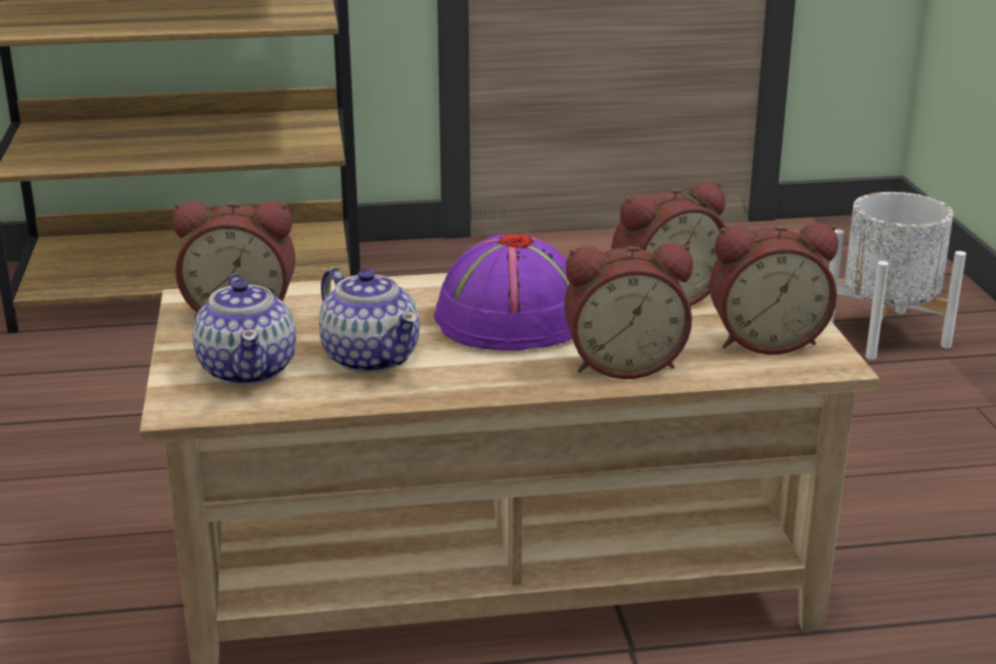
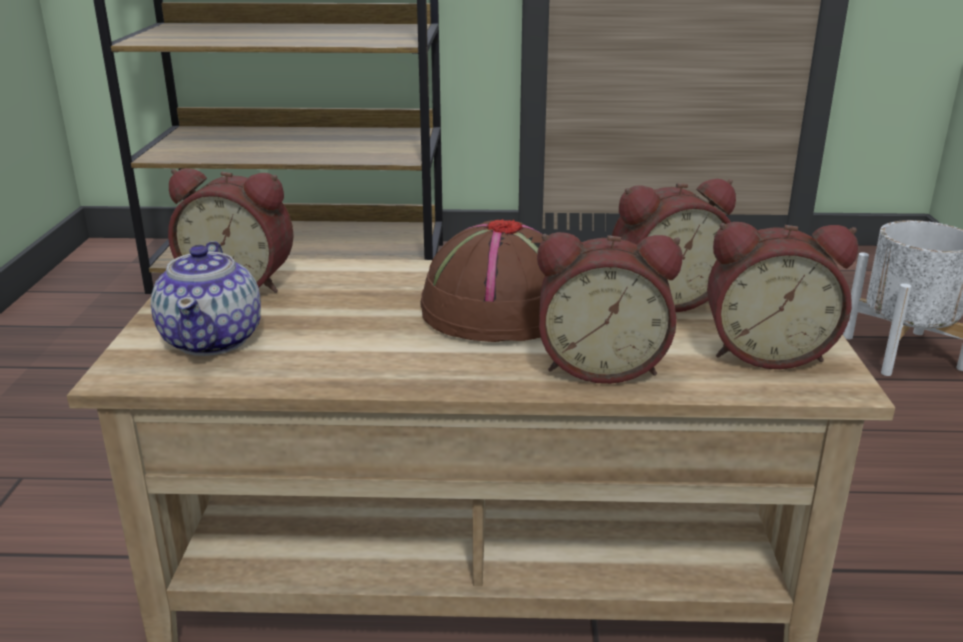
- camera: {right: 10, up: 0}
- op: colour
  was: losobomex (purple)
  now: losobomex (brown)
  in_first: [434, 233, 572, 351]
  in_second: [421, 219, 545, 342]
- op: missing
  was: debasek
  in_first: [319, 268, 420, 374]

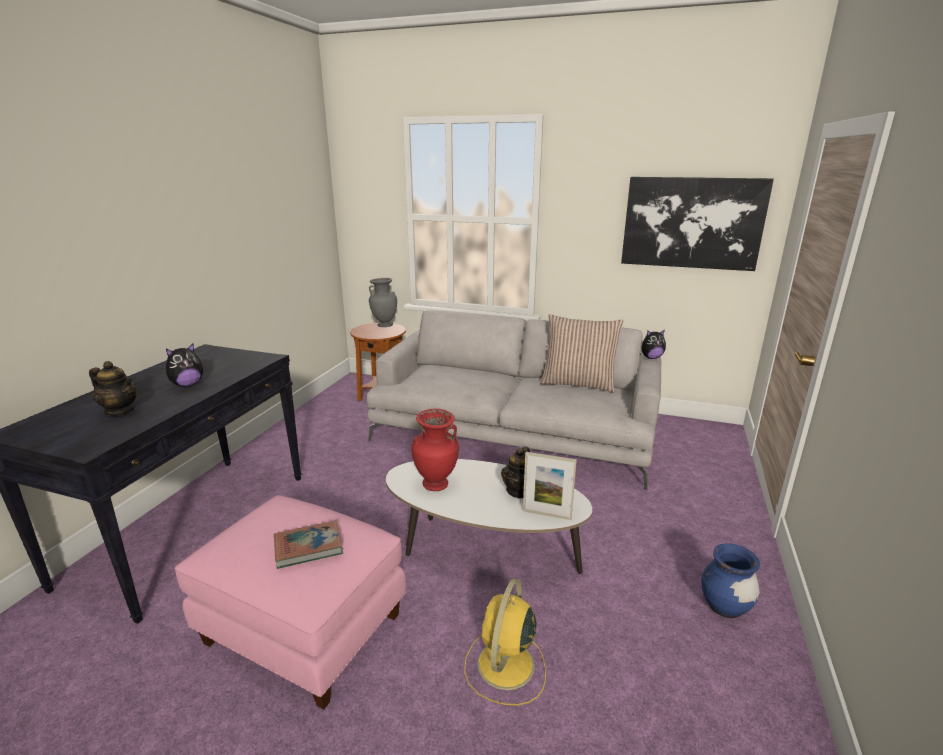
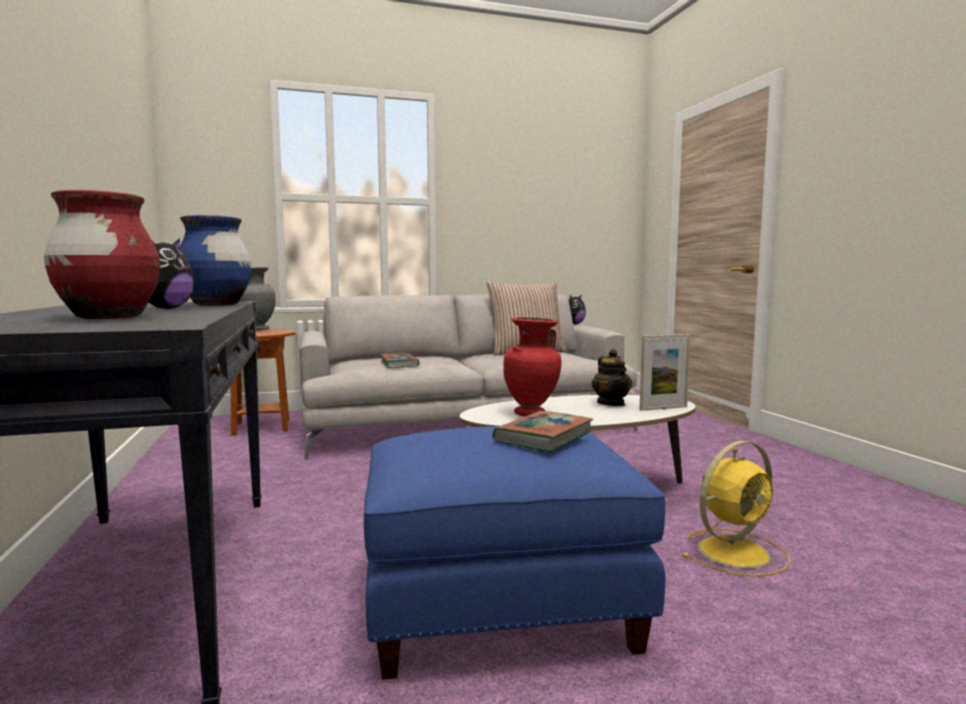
- camera: {right: -35, up: -15}
- op: missing
  was: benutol
  in_first: [621, 177, 774, 271]
- op: exchanged
  was: debasek
  now: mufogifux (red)
  in_first: [89, 361, 137, 416]
  in_second: [44, 190, 160, 319]
- op: colour
  was: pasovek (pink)
  now: pasovek (blue)
  in_first: [174, 495, 406, 709]
  in_second: [364, 426, 665, 680]
- op: relocated
  was: mufogifux (blue)
  in_first: [702, 543, 760, 618]
  in_second: [179, 215, 251, 306]
- op: spun
  was: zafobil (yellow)
  in_first: [464, 578, 546, 706]
  in_second: [682, 441, 791, 577]
  clockwise: -105
- op: appeared
  now: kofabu
  in_second: [380, 353, 420, 368]

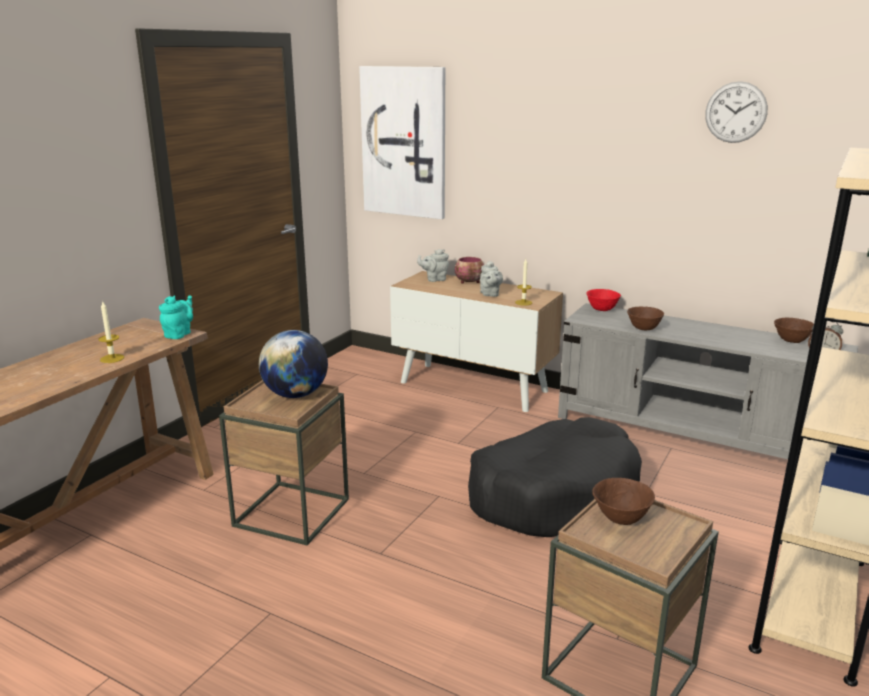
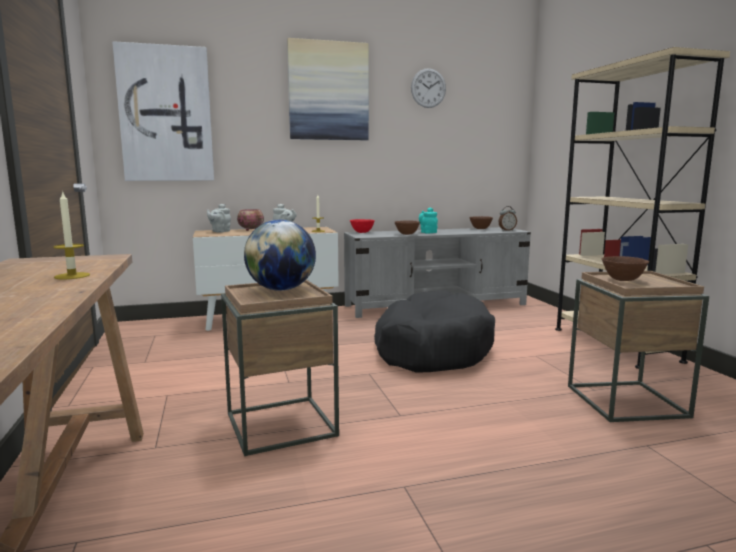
- camera: {right: -45, up: -10}
- op: relocated
  was: debasek (turquoise)
  in_first: [159, 295, 193, 339]
  in_second: [419, 208, 438, 234]
- op: appeared
  now: benutol
  in_second: [287, 38, 369, 140]

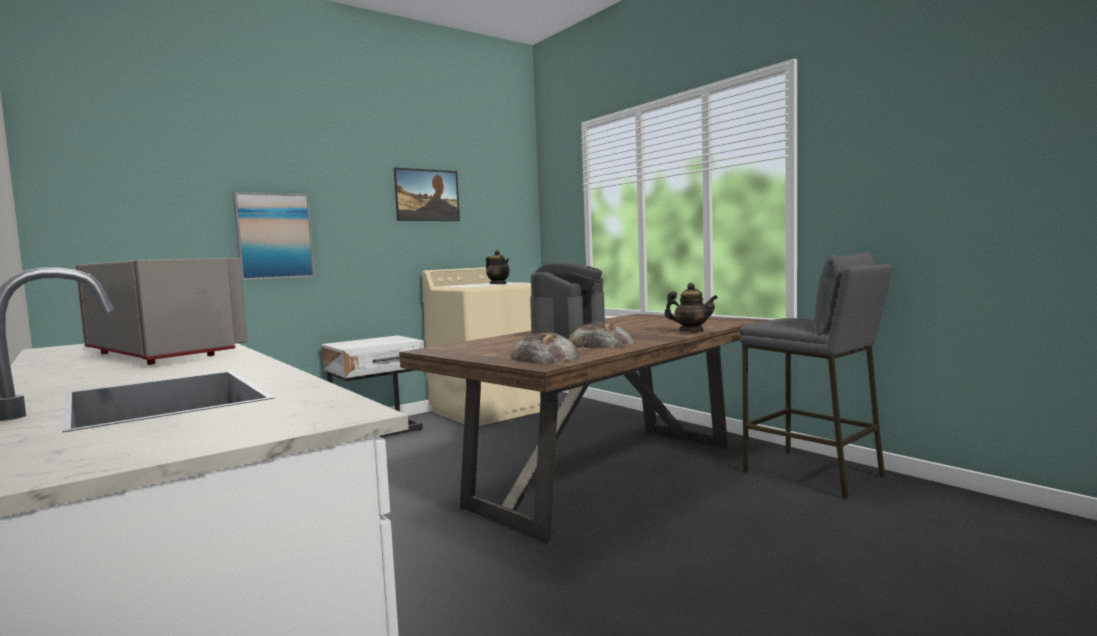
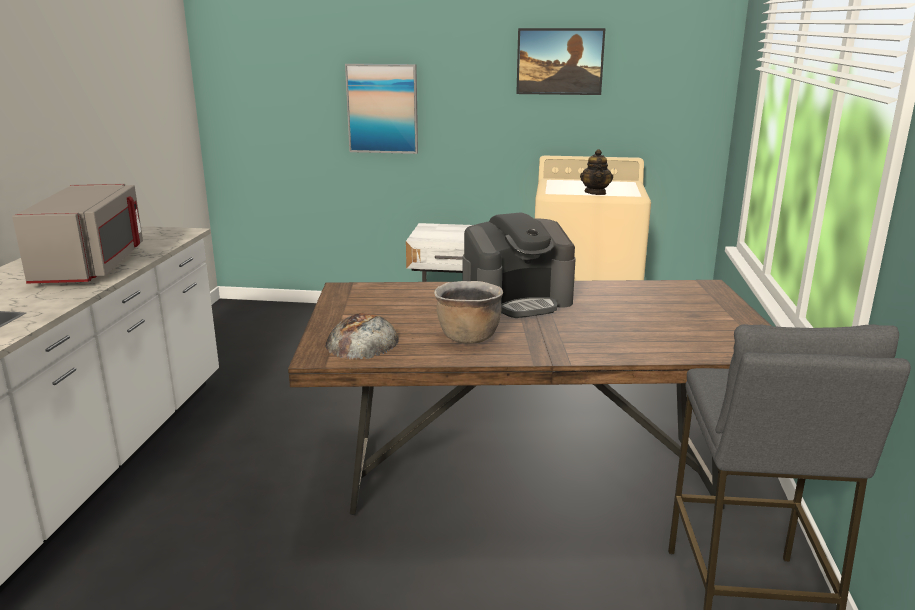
- camera: {right: 45, up: 15}
- op: missing
  was: debasek
  in_first: [664, 283, 718, 332]
- op: exchanged
  was: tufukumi
  now: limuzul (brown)
  in_first: [568, 322, 635, 348]
  in_second: [434, 281, 503, 344]

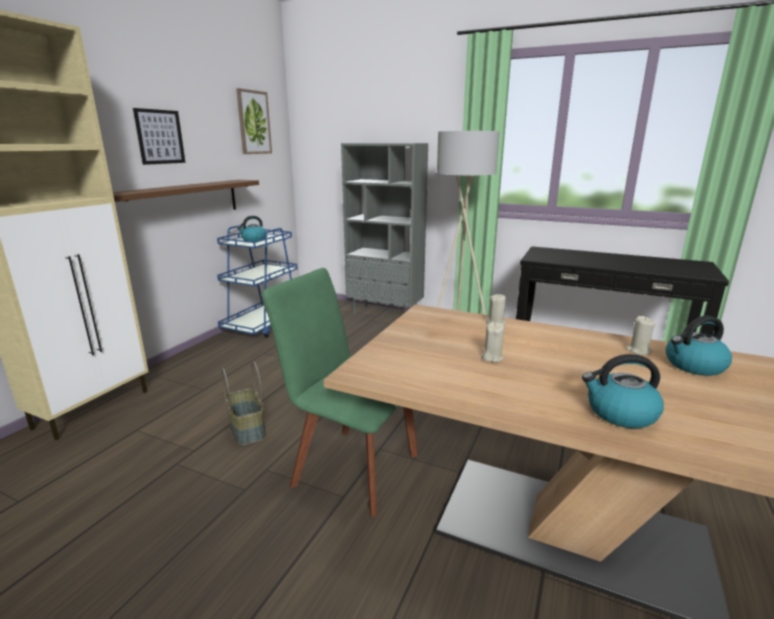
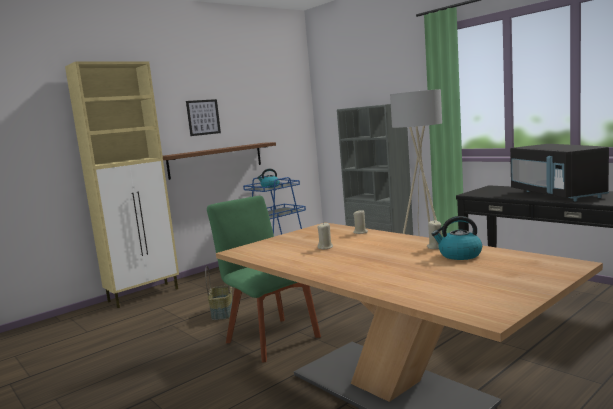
- camera: {right: 25, up: -10}
- op: missing
  was: benutol
  in_first: [236, 88, 272, 154]
- op: missing
  was: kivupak
  in_first: [582, 354, 664, 428]
- op: appeared
  now: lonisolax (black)
  in_second: [510, 144, 609, 202]

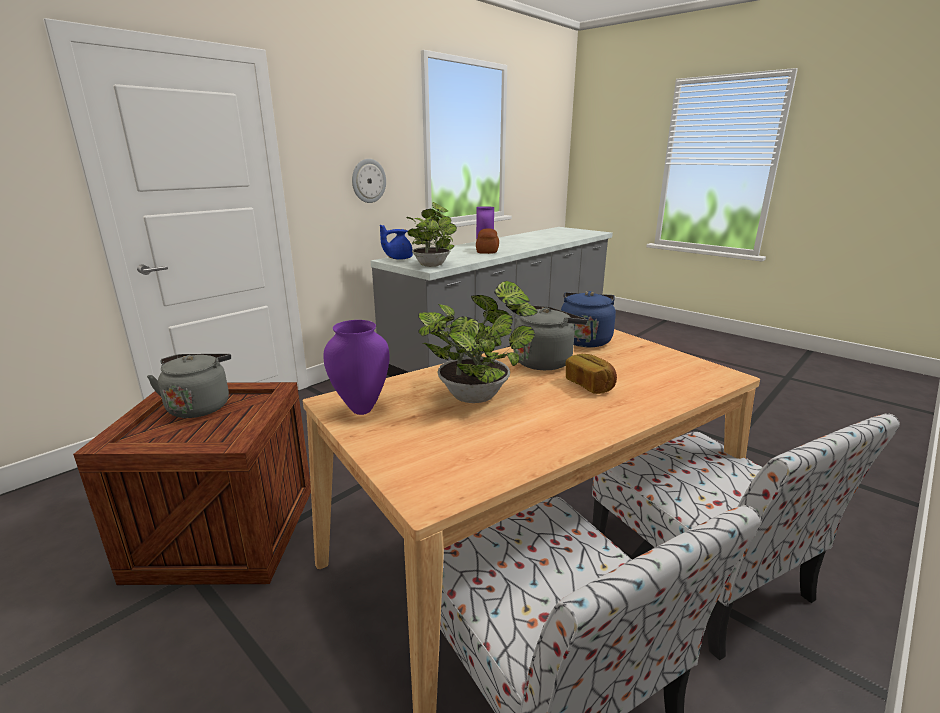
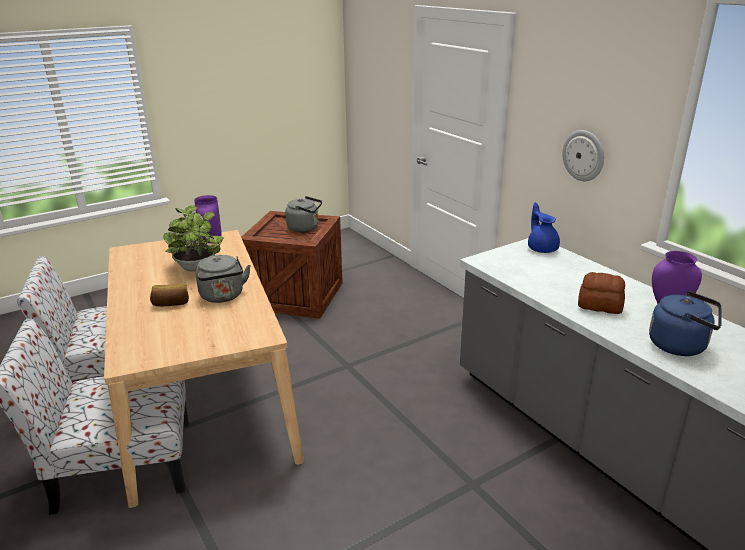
- camera: {right: 105, up: 5}
- op: missing
  was: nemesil
  in_first: [406, 202, 457, 267]
- op: relocated
  was: kivupak (blue)
  in_first: [561, 291, 616, 347]
  in_second: [649, 291, 722, 356]

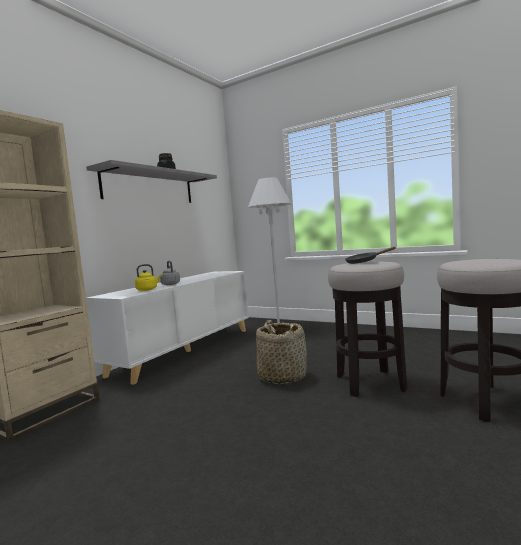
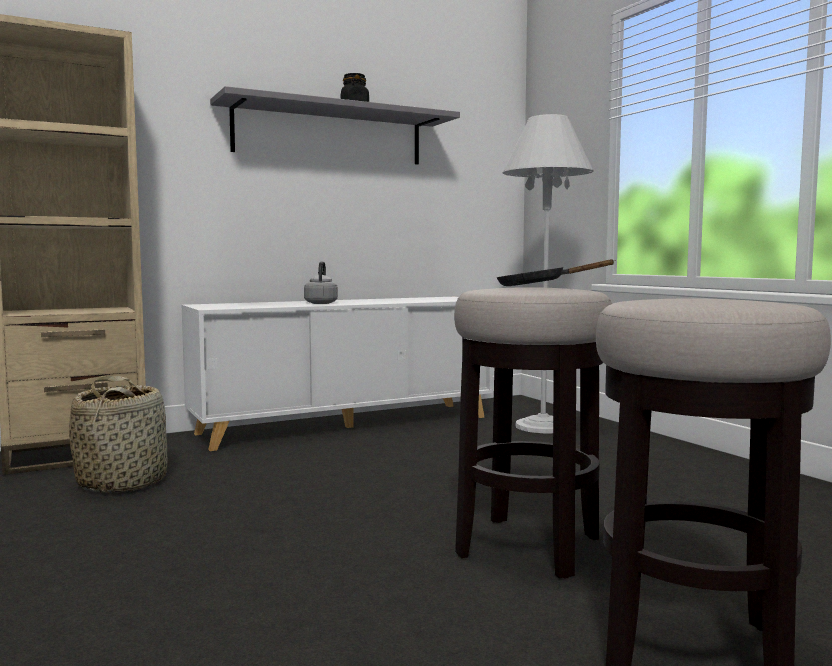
- camera: {right: 30, up: 0}
- op: missing
  was: kivupak (yellow)
  in_first: [135, 264, 162, 291]
- op: relocated
  was: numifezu
  in_first: [256, 320, 307, 384]
  in_second: [69, 376, 167, 493]

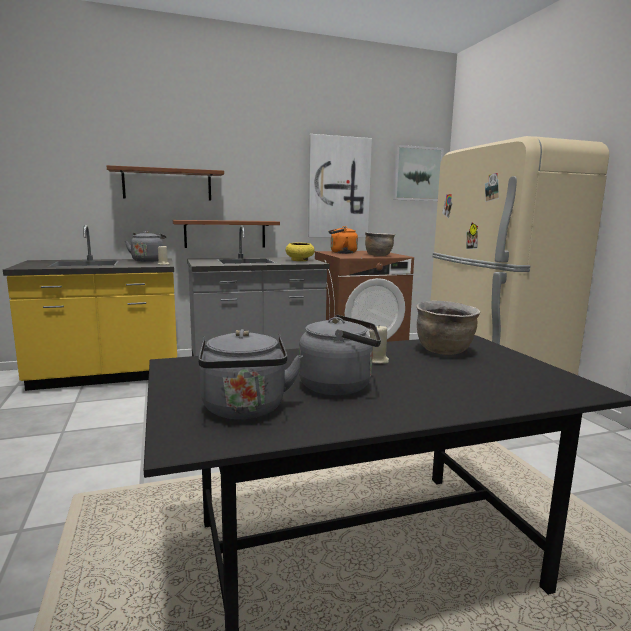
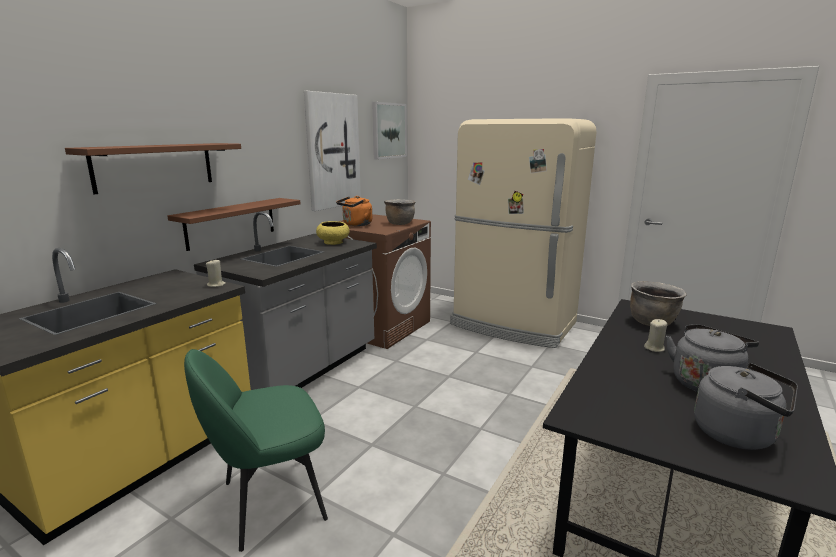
- camera: {right: -40, up: 5}
- op: missing
  was: kivupak (grey)
  in_first: [125, 231, 166, 262]
- op: appeared
  now: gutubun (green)
  in_second: [184, 349, 328, 552]

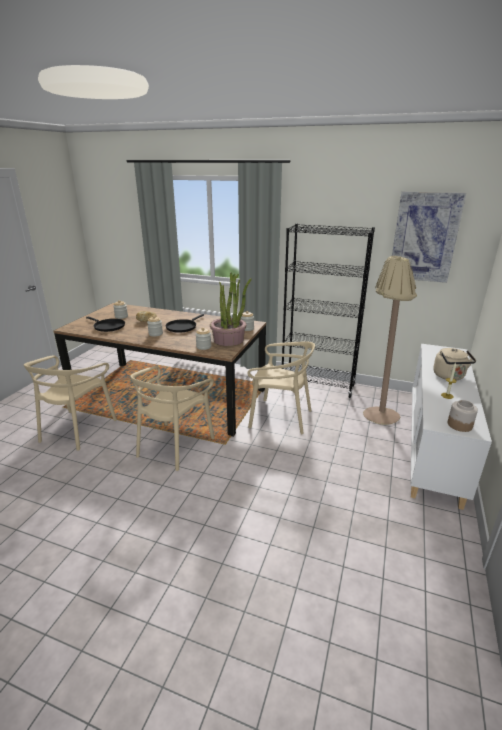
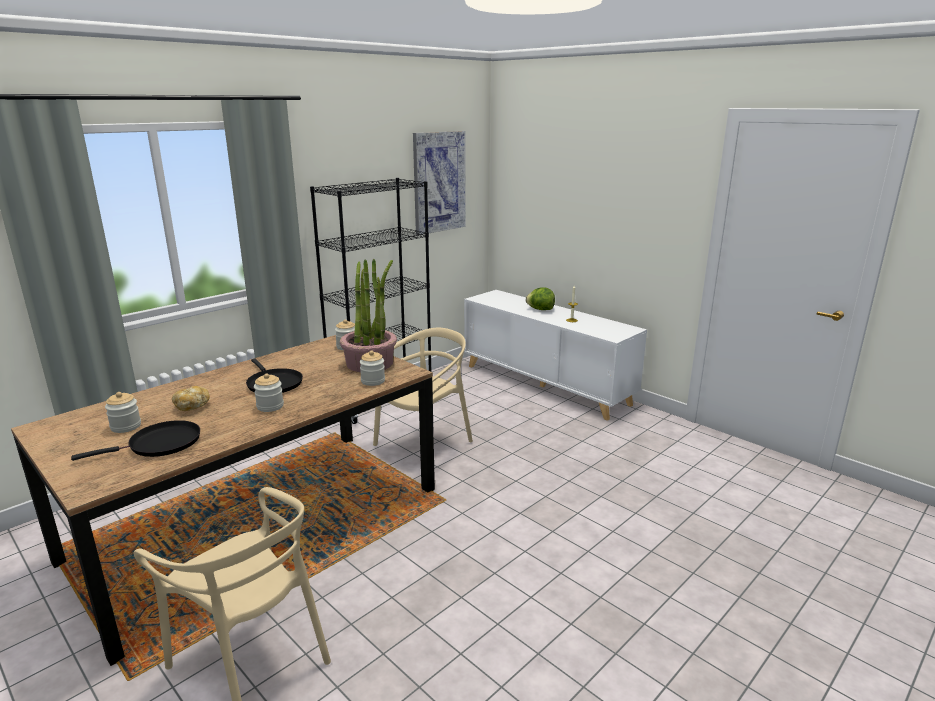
- camera: {right: -65, up: -5}
- op: missing
  was: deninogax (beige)
  in_first: [363, 256, 417, 425]
- op: exchanged
  was: kivupak (beige)
  now: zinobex
  in_first: [433, 348, 476, 380]
  in_second: [526, 287, 555, 310]
- op: missing
  was: gutubun (beige)
  in_first: [130, 366, 214, 471]
- op: missing
  was: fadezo
  in_first: [448, 400, 478, 432]

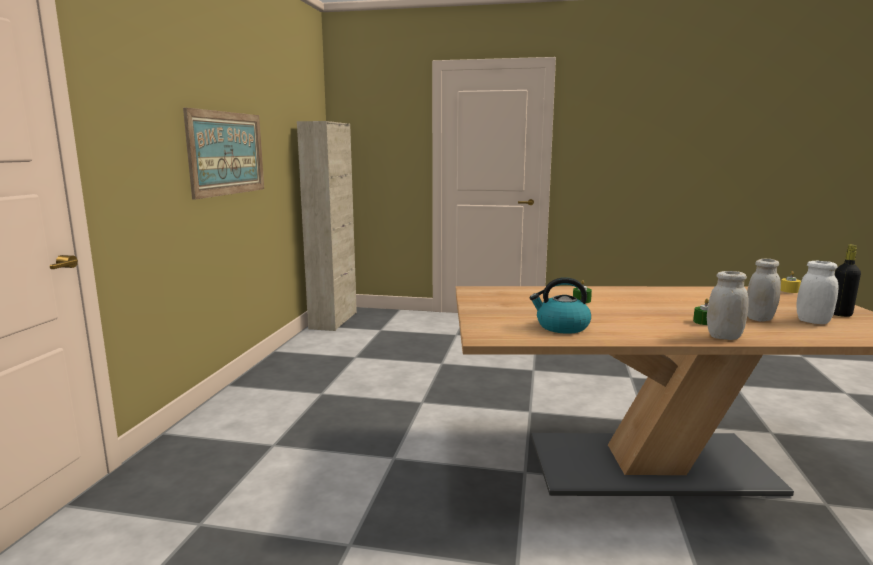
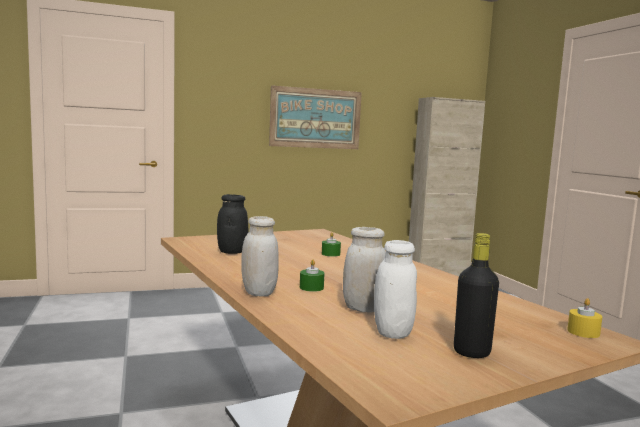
- camera: {right: 60, up: -5}
- op: exchanged
  was: kivupak
  now: fadezo (black)
  in_first: [530, 277, 591, 334]
  in_second: [217, 194, 248, 254]

